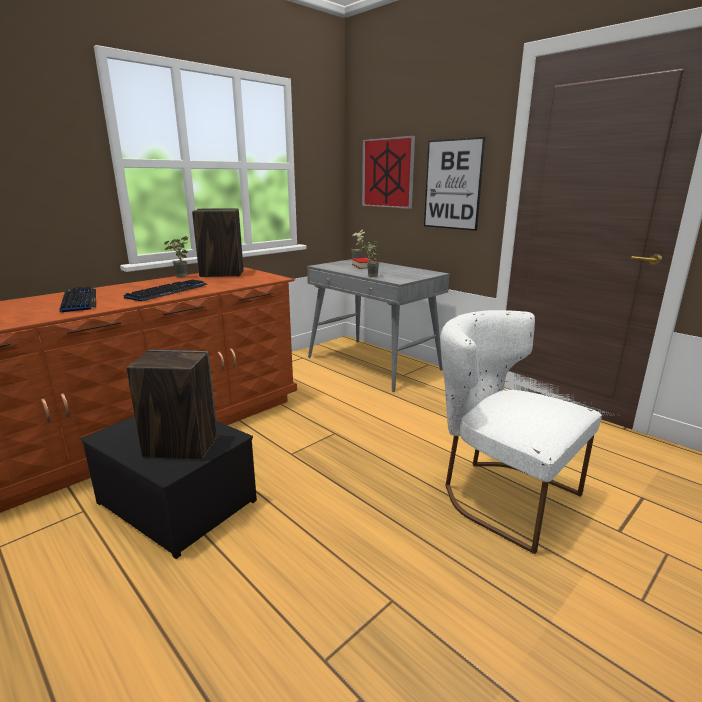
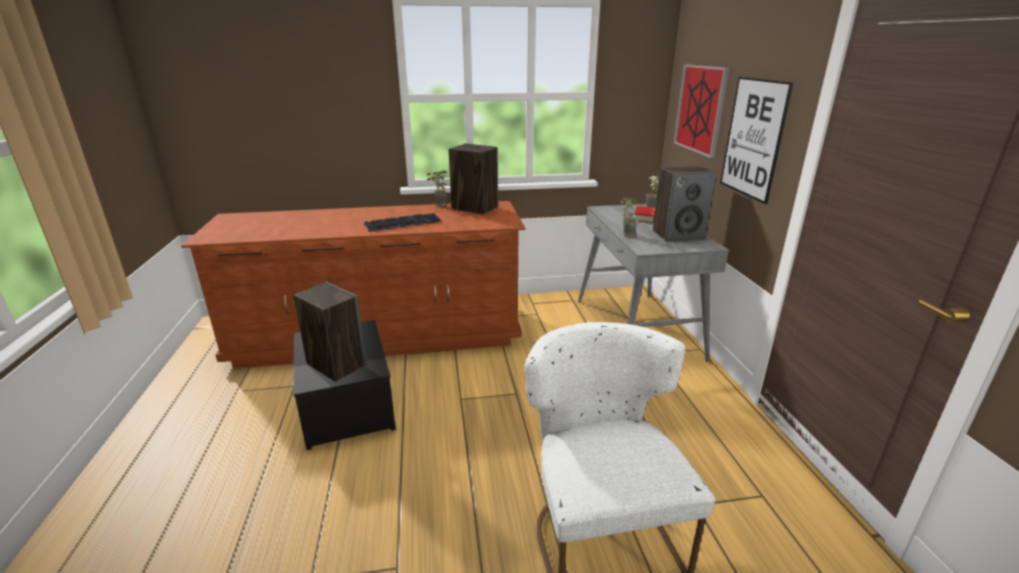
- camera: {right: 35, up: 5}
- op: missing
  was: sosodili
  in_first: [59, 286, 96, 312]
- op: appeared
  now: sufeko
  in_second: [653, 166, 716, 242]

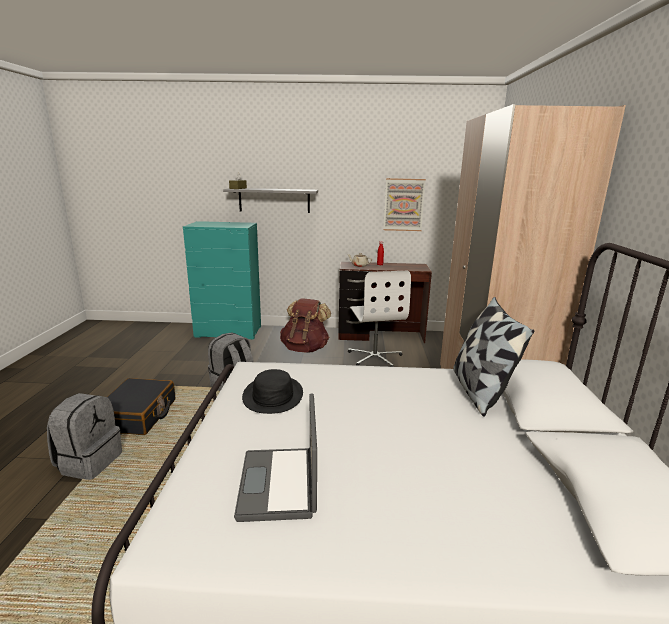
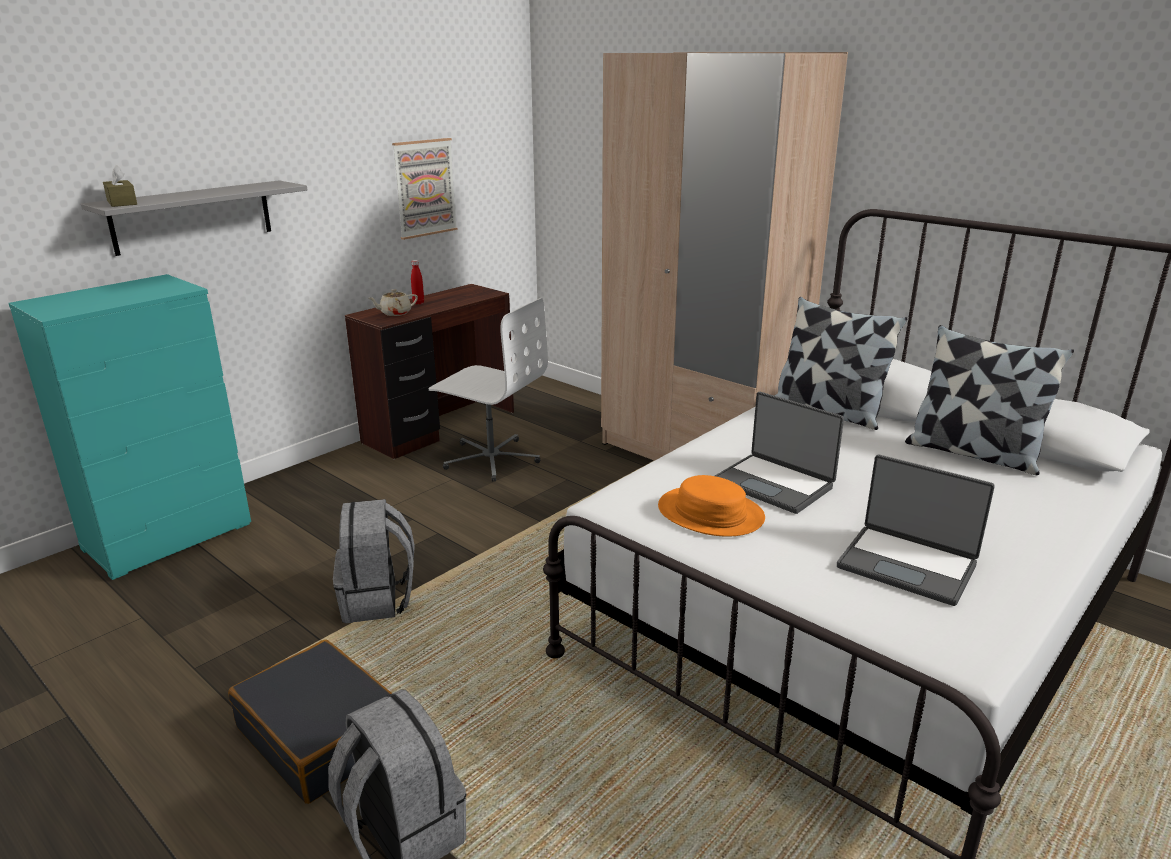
- camera: {right: -50, up: 5}
- op: missing
  was: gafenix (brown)
  in_first: [280, 298, 331, 353]
- op: colour
  was: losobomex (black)
  now: losobomex (orange)
  in_first: [242, 369, 303, 414]
  in_second: [658, 475, 765, 536]
- op: appeared
  now: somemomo
  in_second: [905, 325, 1074, 475]
- op: appeared
  now: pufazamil
  in_second: [715, 392, 844, 514]

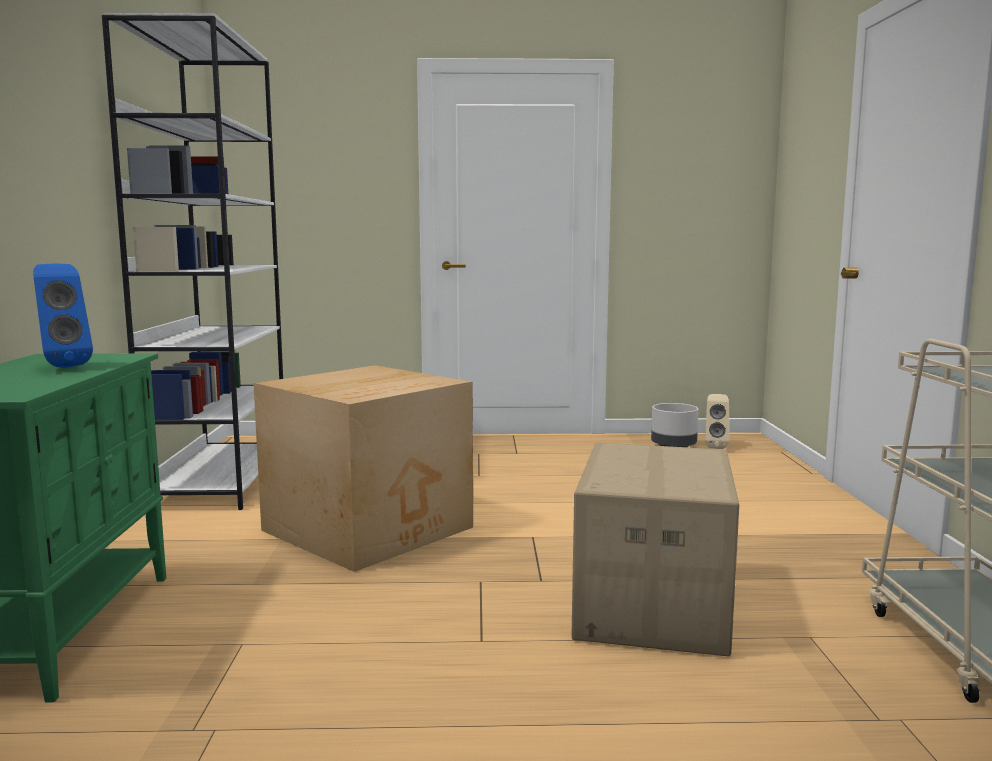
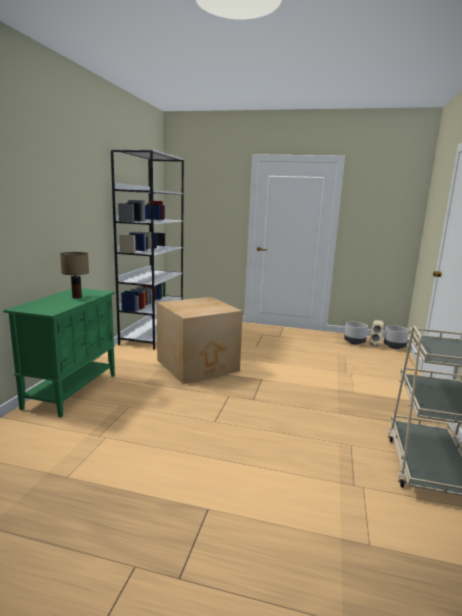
- camera: {right: 15, up: 5}
- op: exchanged
  was: sufeko (blue)
  now: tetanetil
  in_first: [33, 264, 93, 368]
  in_second: [60, 252, 89, 298]
- op: missing
  was: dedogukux
  in_first: [571, 443, 739, 657]
- op: appeared
  now: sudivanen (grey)
  in_second: [384, 325, 409, 349]

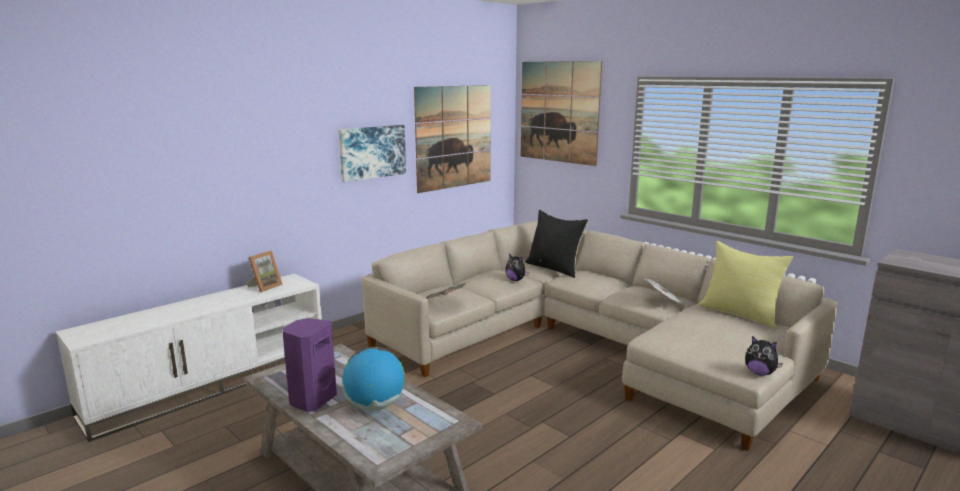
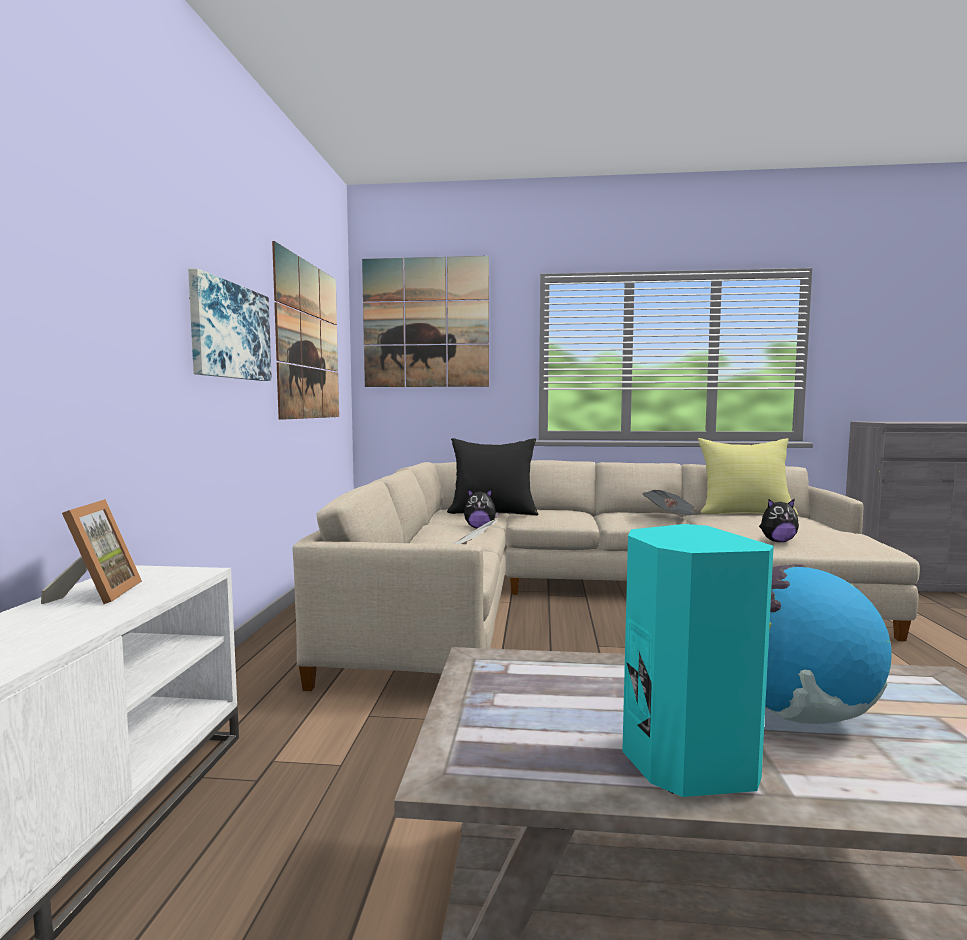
- camera: {right: -40, up: -10}
- op: colour
  was: sufeko (purple)
  now: sufeko (turquoise)
  in_first: [282, 318, 337, 412]
  in_second: [622, 524, 774, 797]
- op: relocated
  was: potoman
  in_first: [745, 336, 783, 376]
  in_second: [759, 499, 799, 542]

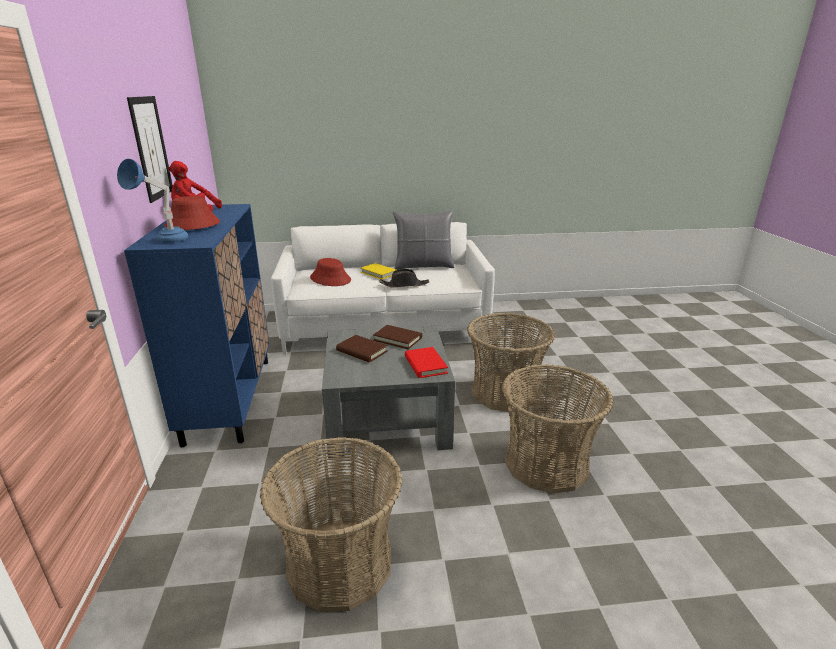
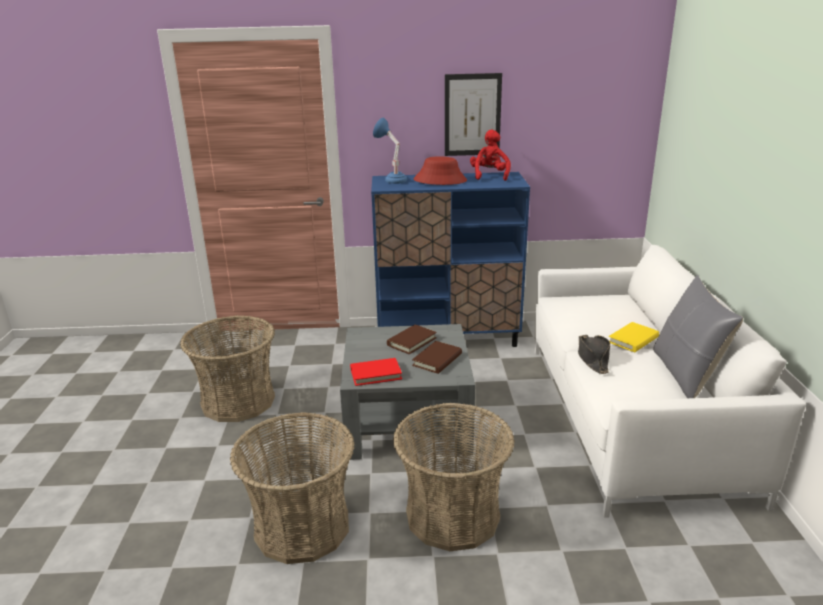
- camera: {right: 95, up: 0}
- op: missing
  was: losobomex (red)
  in_first: [310, 258, 351, 286]

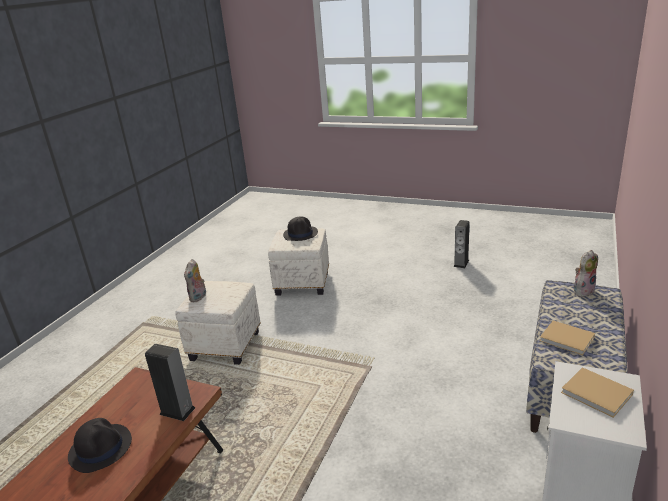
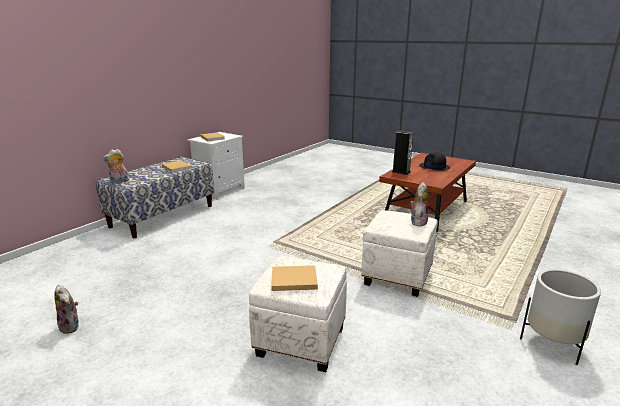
- camera: {right: -170, up: -5}
- op: exchanged
  was: losobomex (black)
  now: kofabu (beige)
  in_first: [283, 216, 318, 241]
  in_second: [271, 265, 318, 291]
- op: exchanged
  was: sufeko
  now: potoman
  in_first: [453, 220, 470, 268]
  in_second: [54, 284, 79, 334]
- op: appeared
  now: sudivanen (white)
  in_second: [520, 269, 601, 365]

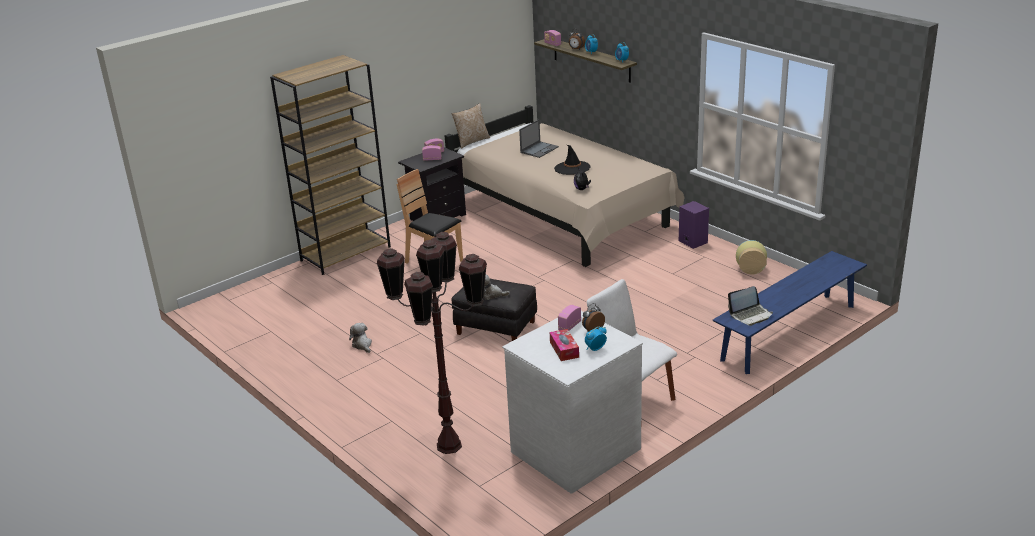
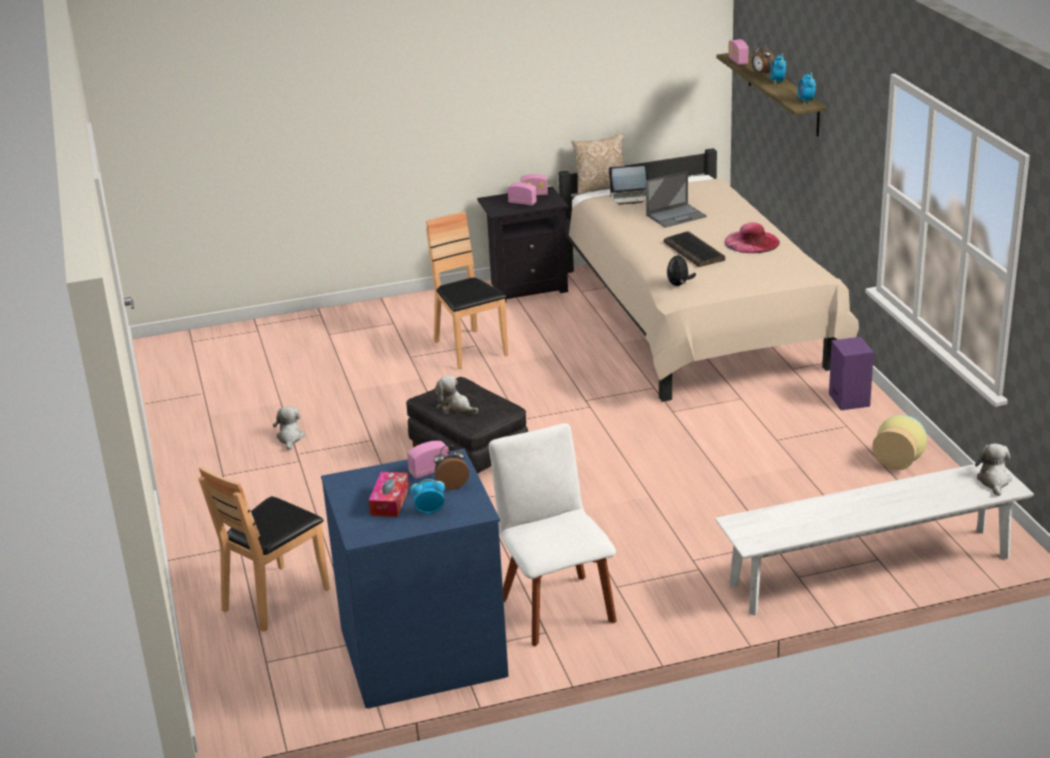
- camera: {right: 25, up: 0}
- op: missing
  was: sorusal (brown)
  in_first: [270, 55, 391, 275]
- op: exchanged
  was: losobomex (black)
  now: sosodili
  in_first: [554, 145, 591, 175]
  in_second: [664, 231, 725, 267]
- op: exchanged
  was: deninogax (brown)
  now: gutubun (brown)
  in_first: [377, 232, 487, 454]
  in_second: [198, 466, 330, 632]
- op: colour
  was: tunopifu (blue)
  now: tunopifu (white)
  in_first: [713, 251, 867, 374]
  in_second: [715, 463, 1034, 615]
- op: relocated
  was: pufazamil
  in_first: [728, 286, 773, 326]
  in_second: [608, 166, 648, 205]
- op: colour
  was: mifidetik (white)
  now: mifidetik (blue)
  in_first: [502, 311, 643, 494]
  in_second: [321, 449, 509, 709]
- op: appeared
  now: losobomex (pink)
  in_second: [724, 222, 780, 253]
- op: appeared
  now: potoman
  in_second: [975, 443, 1012, 496]

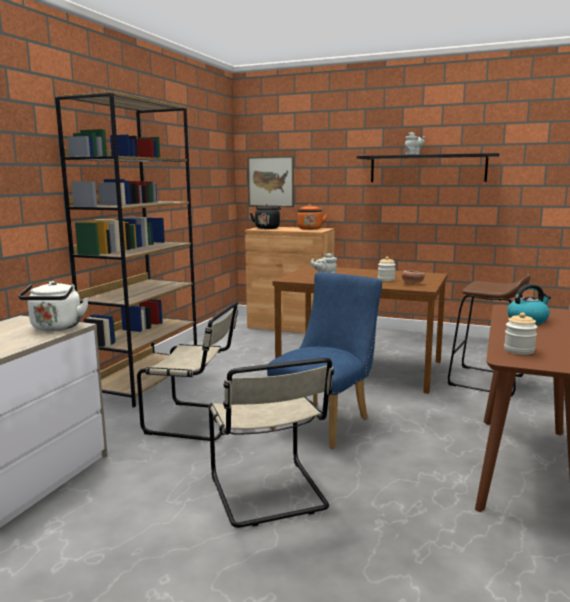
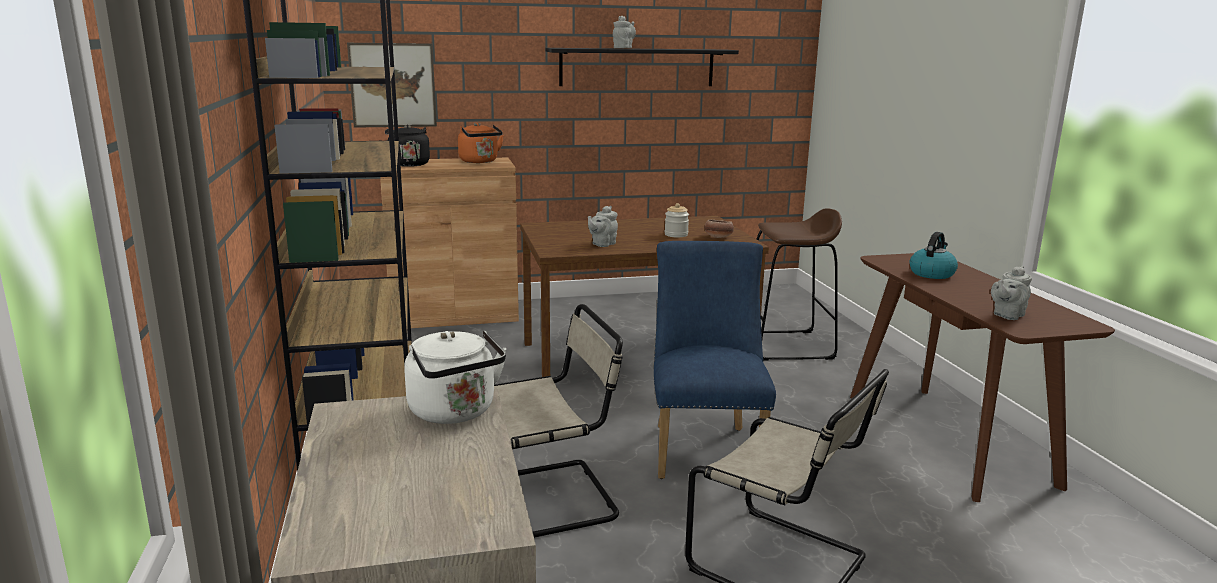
- camera: {right: -35, up: 5}
- op: exchanged
  was: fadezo
  now: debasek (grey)
  in_first: [504, 312, 537, 355]
  in_second: [991, 266, 1032, 320]

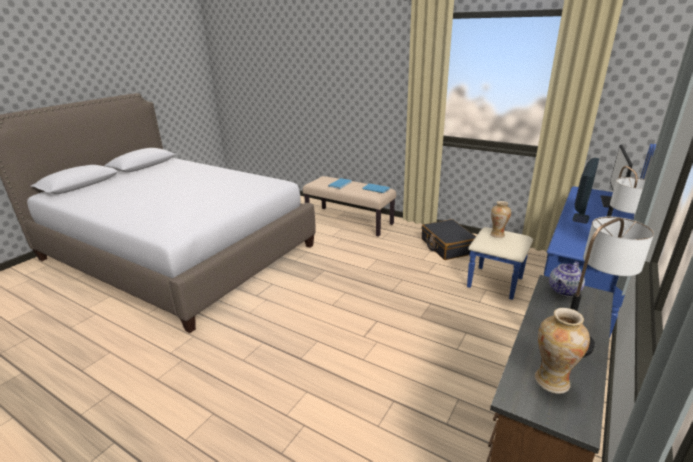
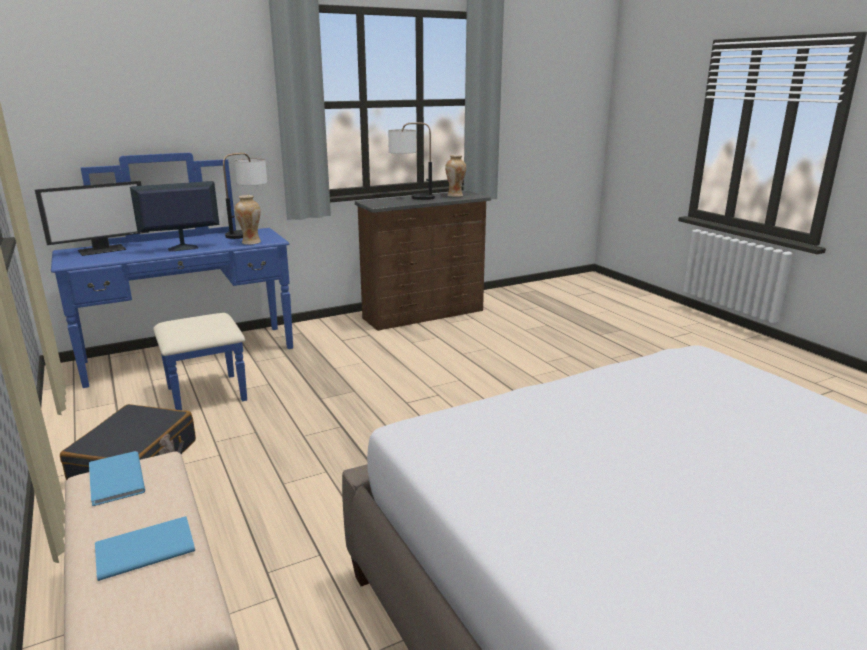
- camera: {right: -150, up: -5}
- op: relocated
  was: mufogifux
  in_first: [490, 201, 511, 238]
  in_second: [235, 195, 261, 245]
- op: missing
  was: debasek
  in_first: [549, 262, 585, 296]

